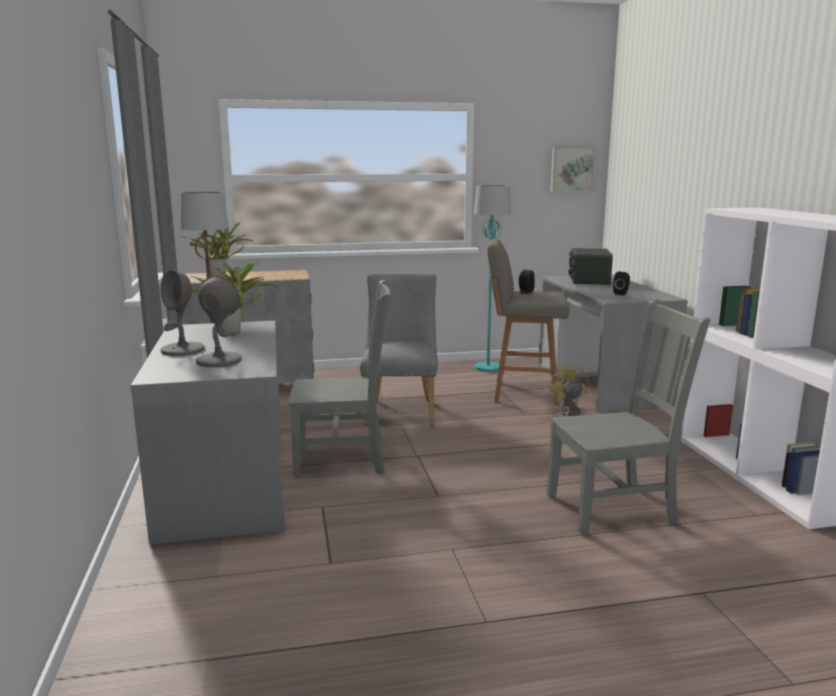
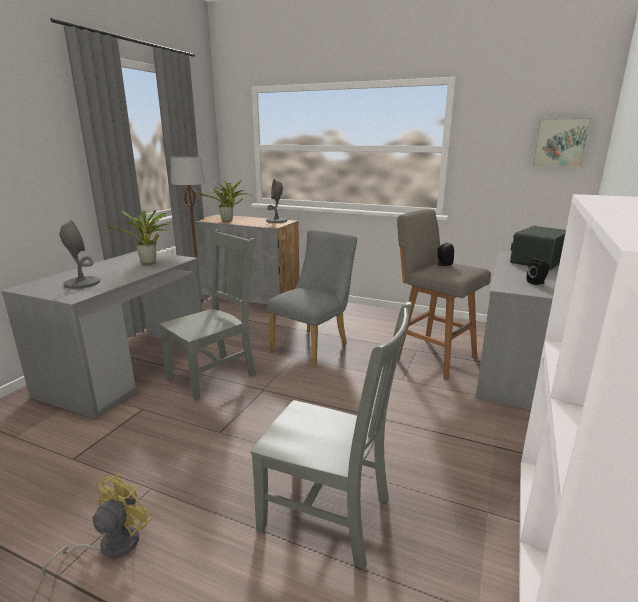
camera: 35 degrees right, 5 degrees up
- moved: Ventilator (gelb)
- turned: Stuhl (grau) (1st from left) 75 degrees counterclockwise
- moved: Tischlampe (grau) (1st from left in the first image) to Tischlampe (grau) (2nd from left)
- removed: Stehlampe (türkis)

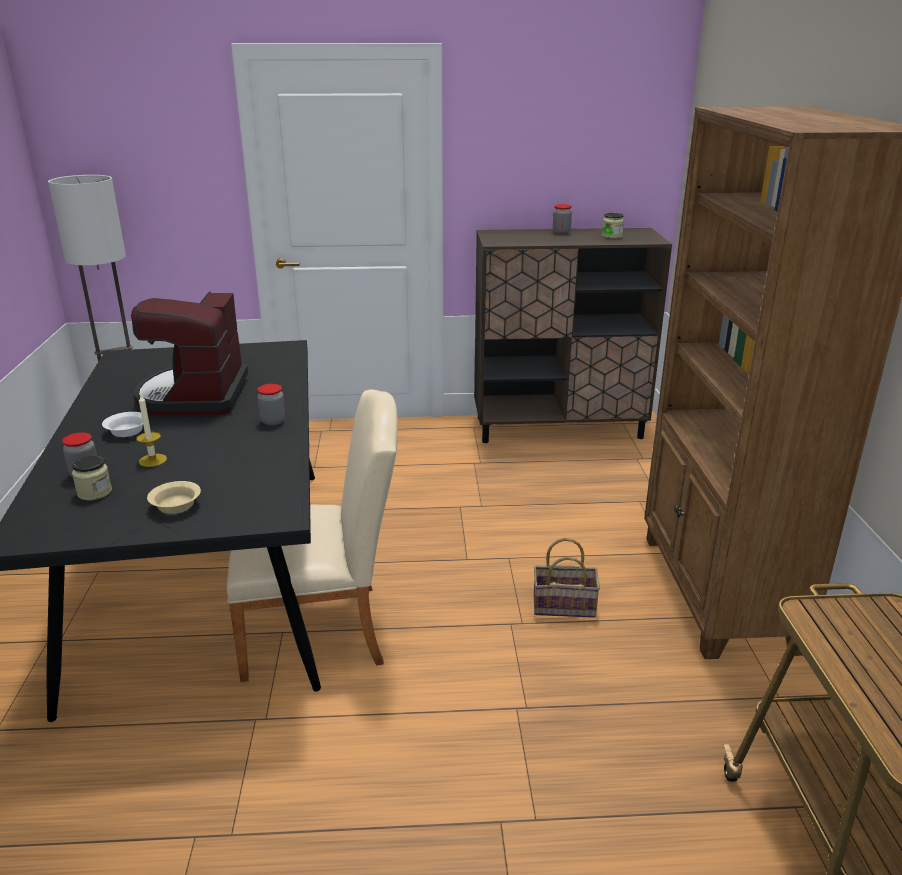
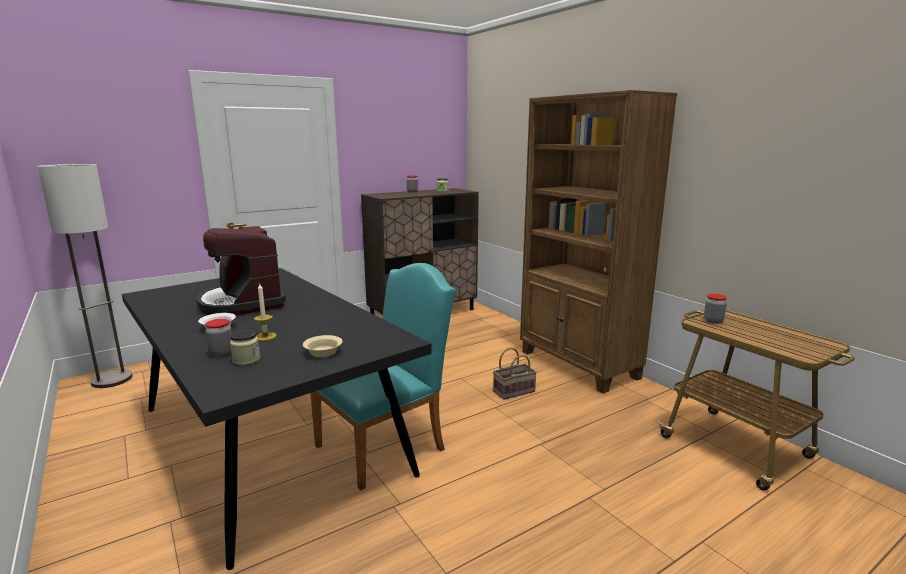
camera: 30 degrees left, 10 degrees down
- recoloured: Stuhl (beige) to Stuhl (türkis)
- moved: Vorratsglas (3rd from left in the first image) to Vorratsglas (5th from left)

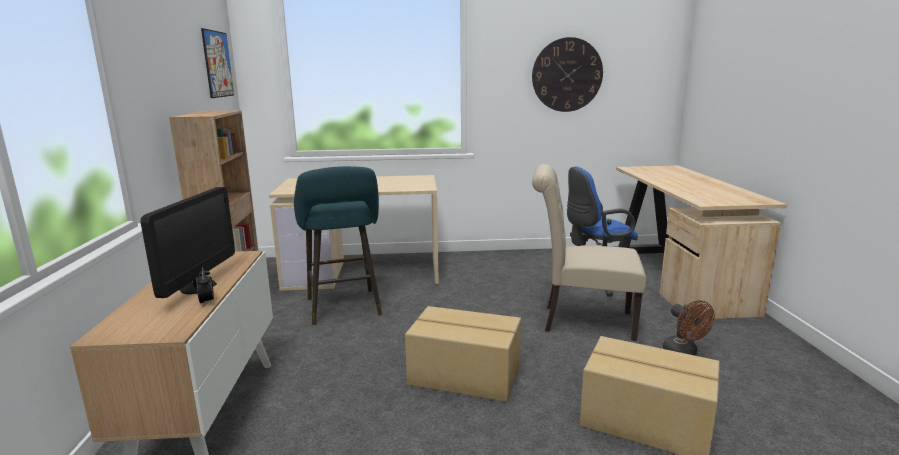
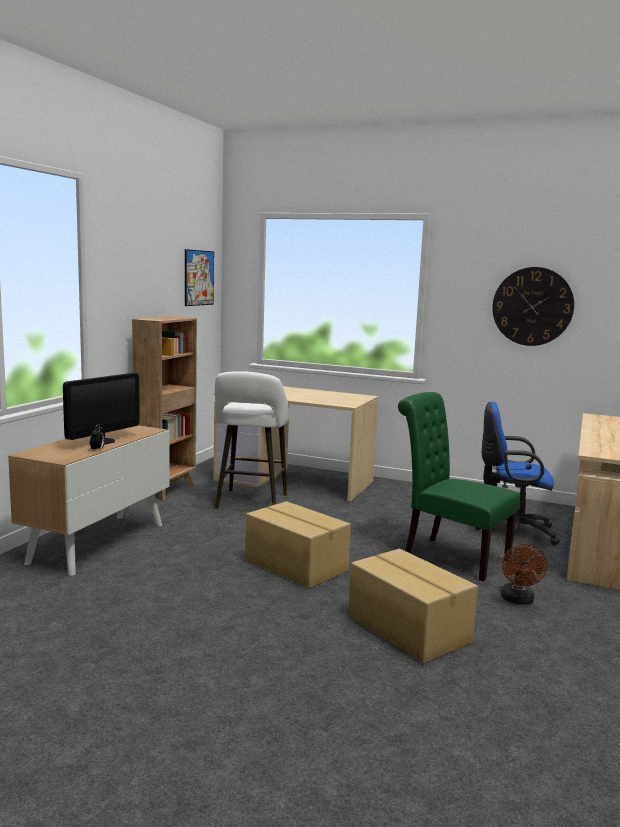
camera: 25 degrees right, 5 degrees down
- recoloured: Hocker (türkis) to Hocker (weiß)
- recoloured: Stuhl (beige) to Stuhl (grün)

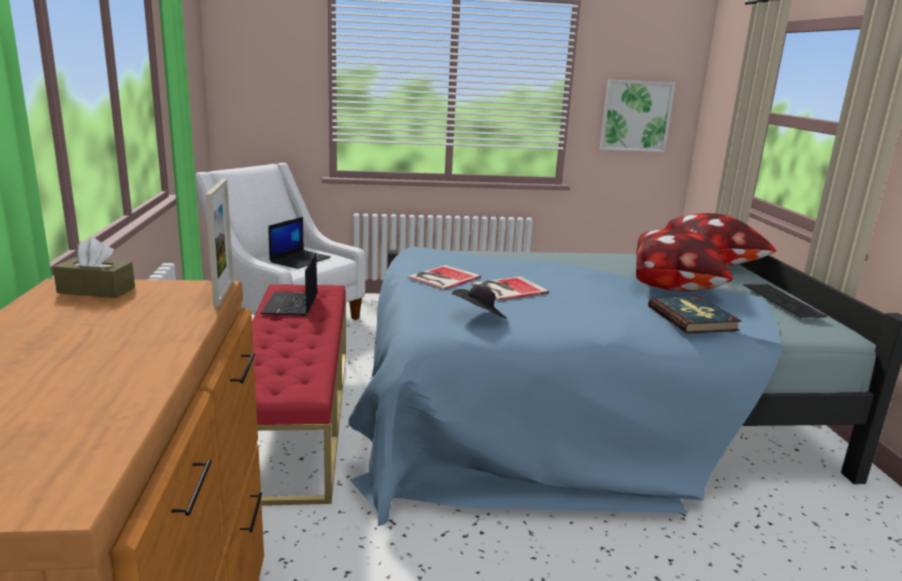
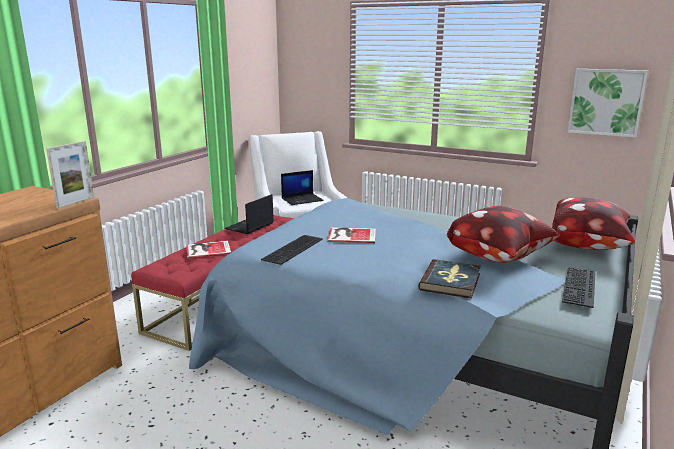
camera: 35 degrees right, 0 degrees up
- moved: Buch (1st from left)
- replaced: Hut (schwarz) to Tastatur (1st from left)
- removed: Taschentuchbox (braun)

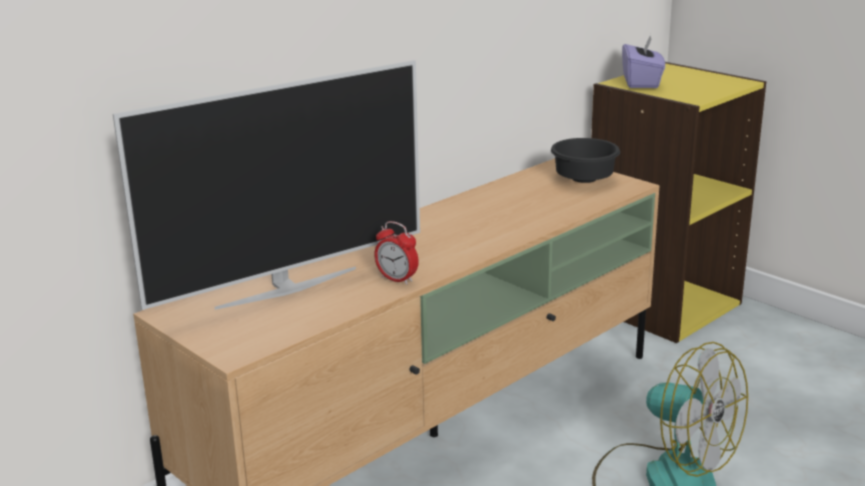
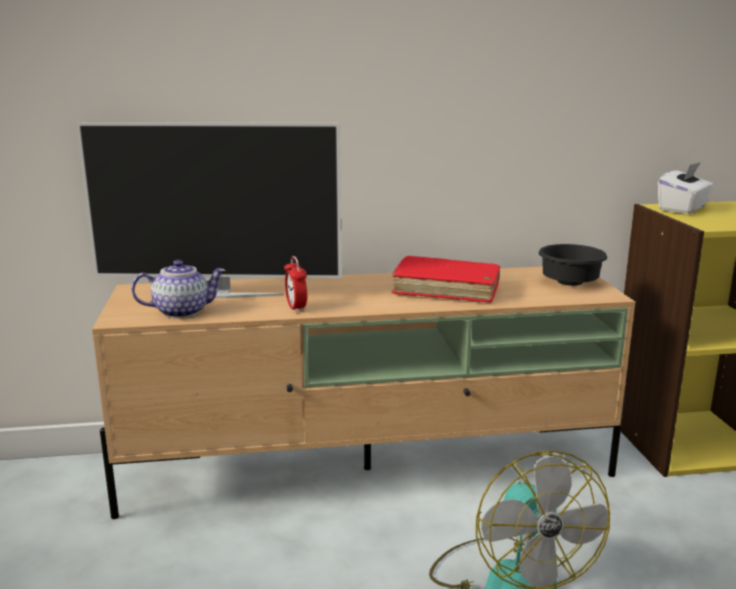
camera: 35 degrees right, 5 degrees down
- added: Teekanne
- added: Buch (rot)
- recoloured: Taschentuchbox (lila) to Taschentuchbox (weiß)

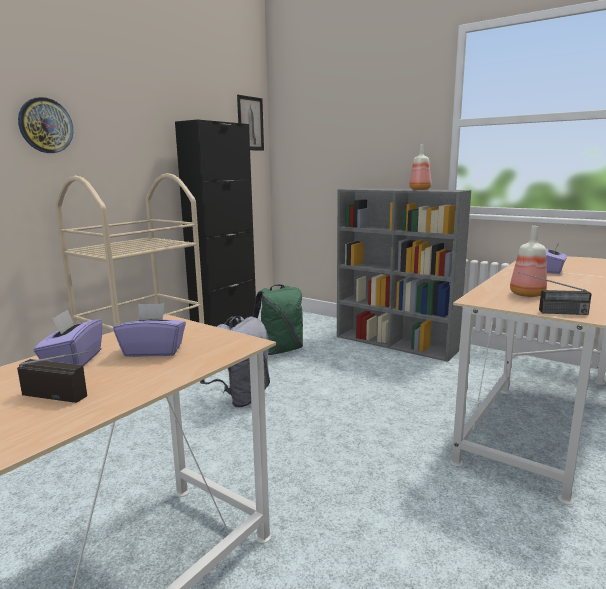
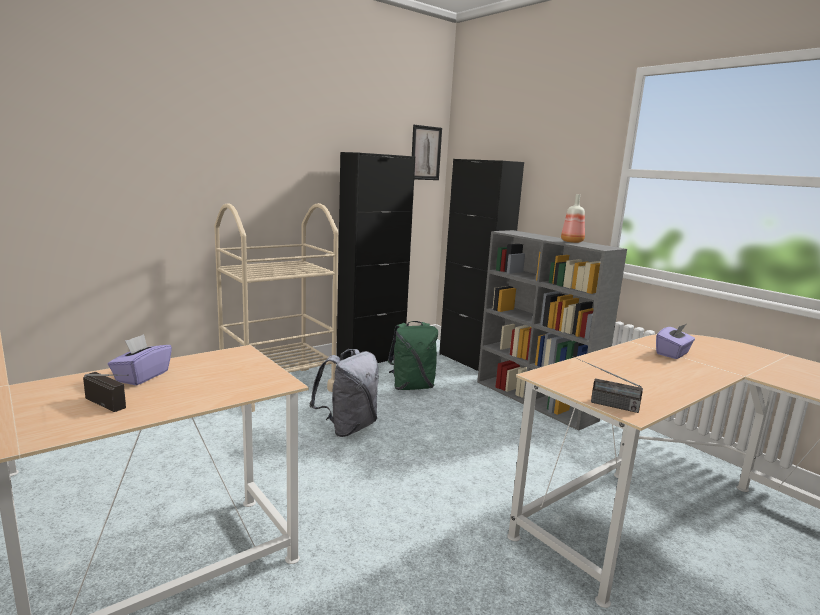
camera: 15 degrees right, 0 degrees up
- added: Schrank (schwarz) (2nd from left)
- removed: Wanduhr
- removed: Taschentuchbox (lila) (2nd from left)
- removed: Flasche (2nd from left)

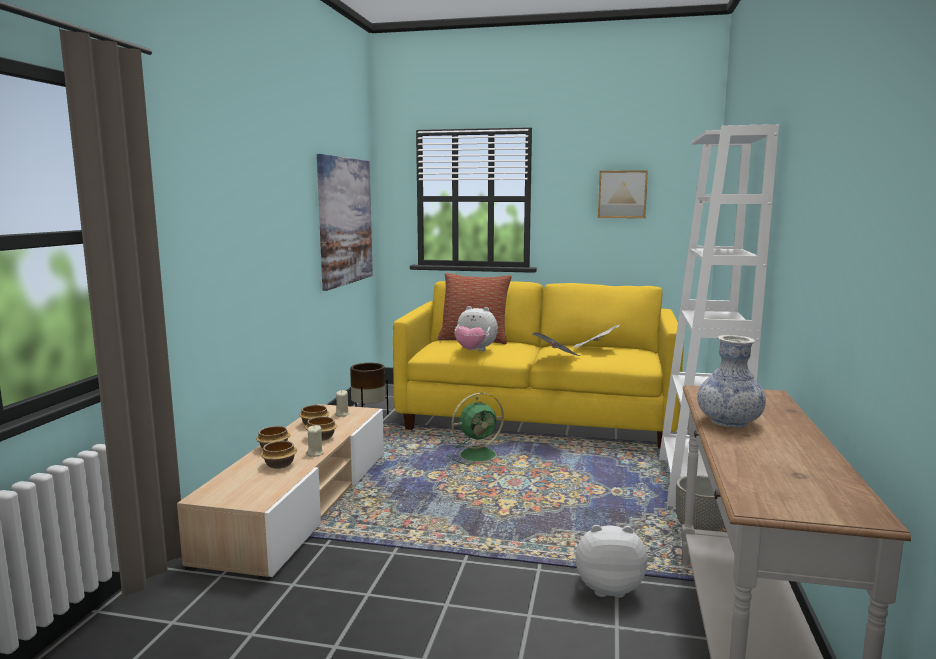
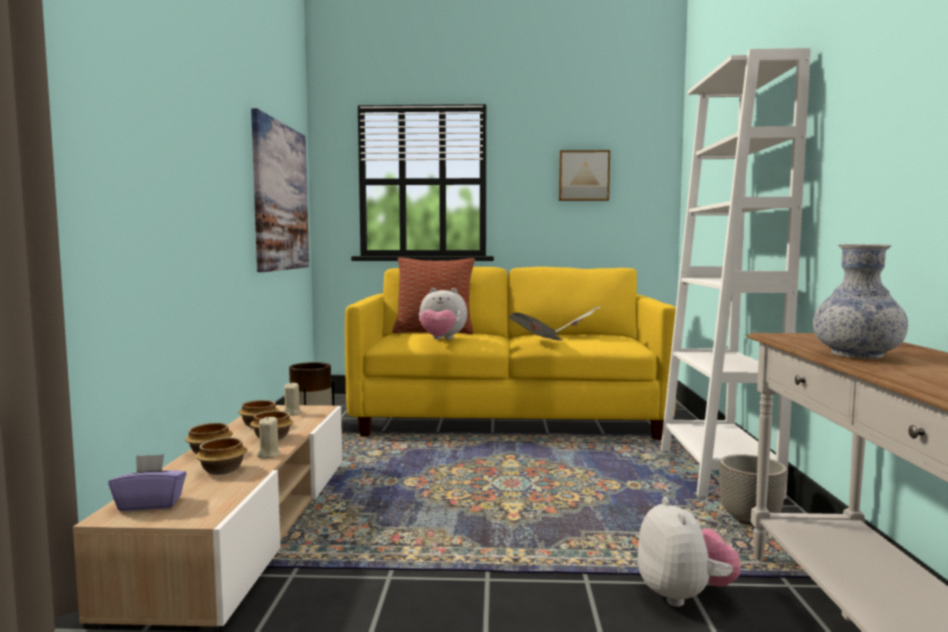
camera: 10 degrees left, 5 degrees down
- added: Taschentuchbox (lila)
- turned: Plüschtier (2nd from left) 90 degrees clockwise
- removed: Ventilator (grün)

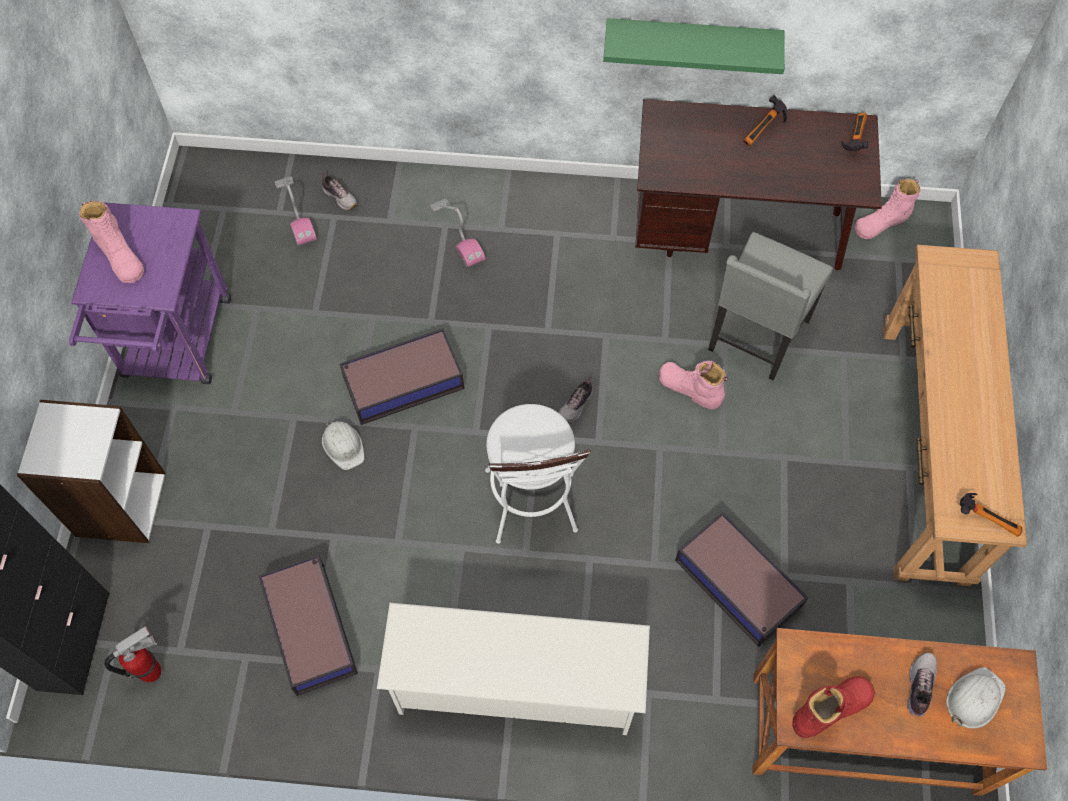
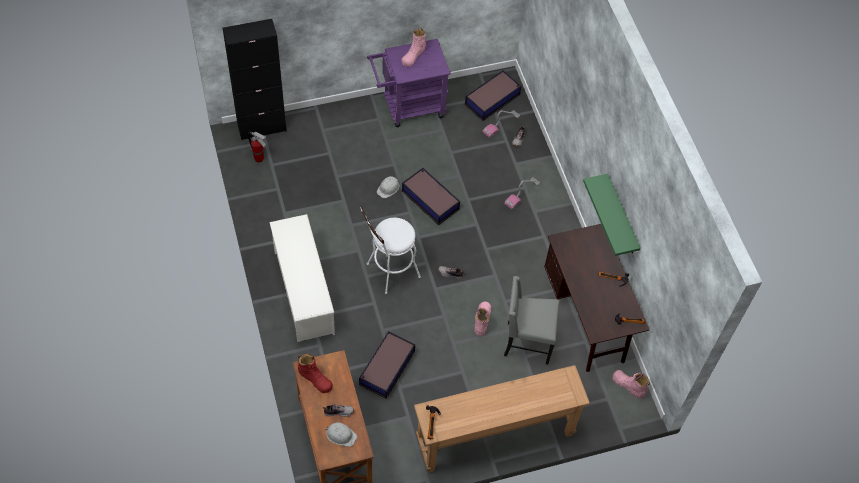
camera: 65 degrees right, 5 degrees down
- moved: Aufbewahrungsbox (1st from left in the first image) to Aufbewahrungsbox (3rd from left)
- removed: Bücherregal (weiß)

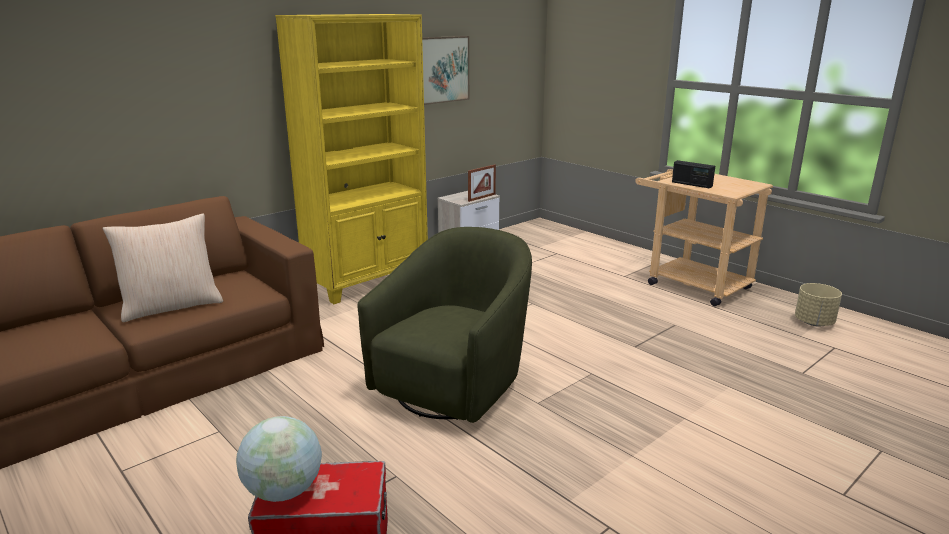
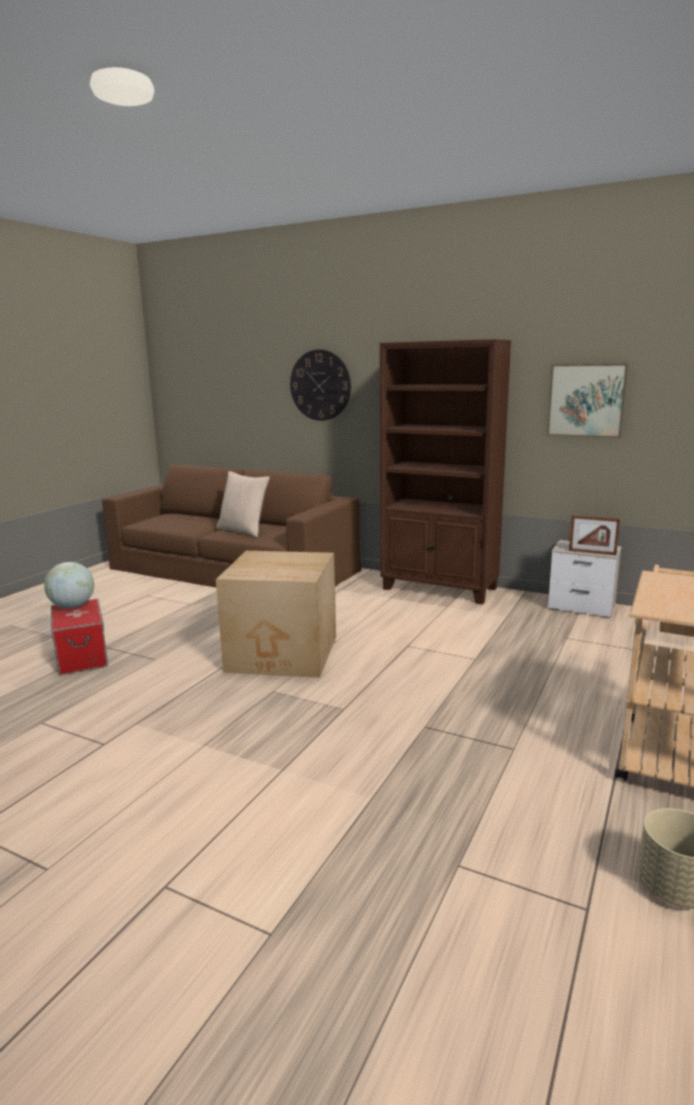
camera: 70 degrees right, 5 degrees down
- replaced: Sessel (grün) to Karton
- added: Wanduhr
- recoloured: Bücherregal (gelb) to Bücherregal (braun)
- removed: Radio

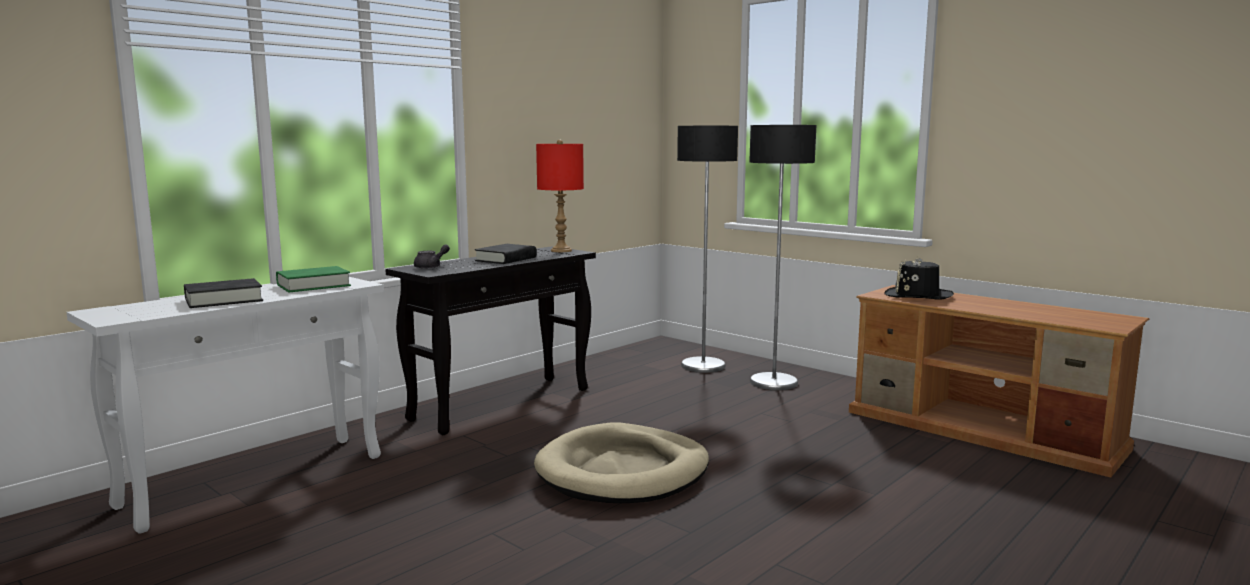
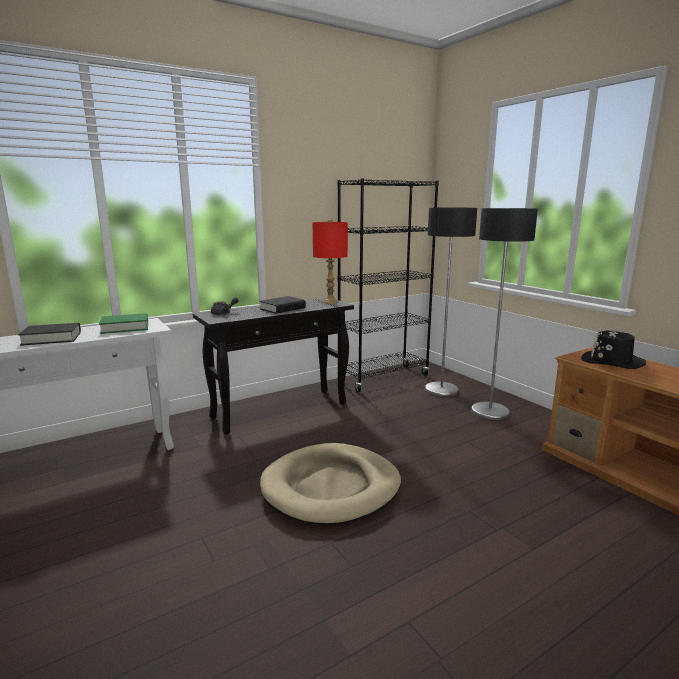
camera: 15 degrees right, 5 degrees up
- added: Bücherregal (schwarz)

